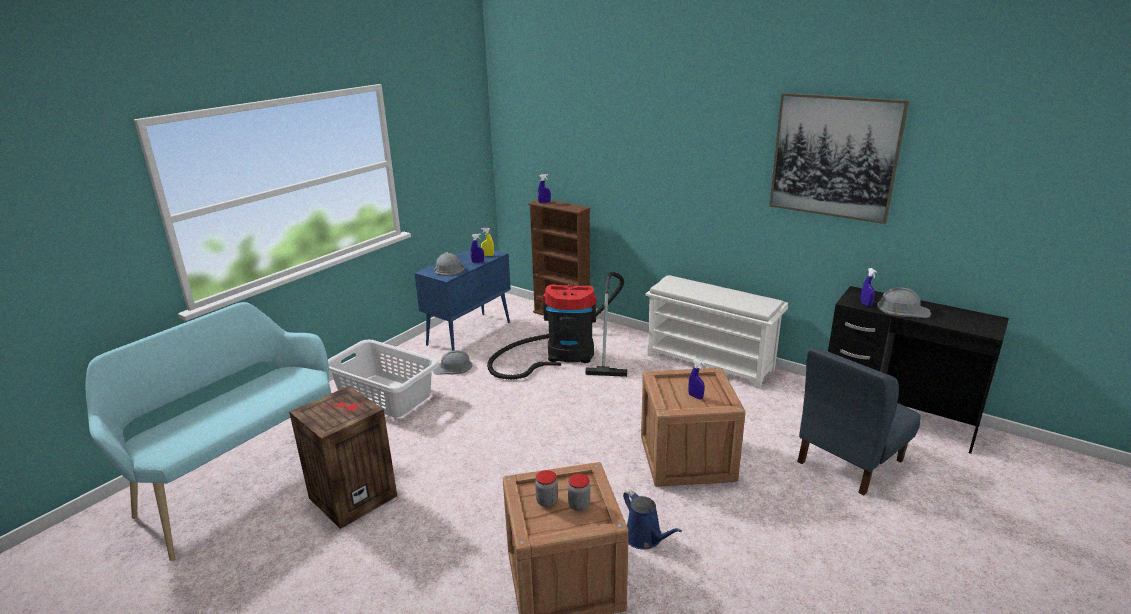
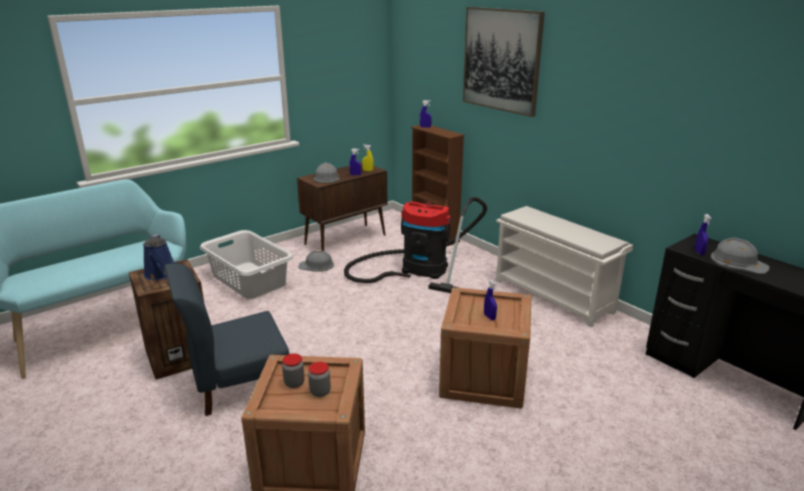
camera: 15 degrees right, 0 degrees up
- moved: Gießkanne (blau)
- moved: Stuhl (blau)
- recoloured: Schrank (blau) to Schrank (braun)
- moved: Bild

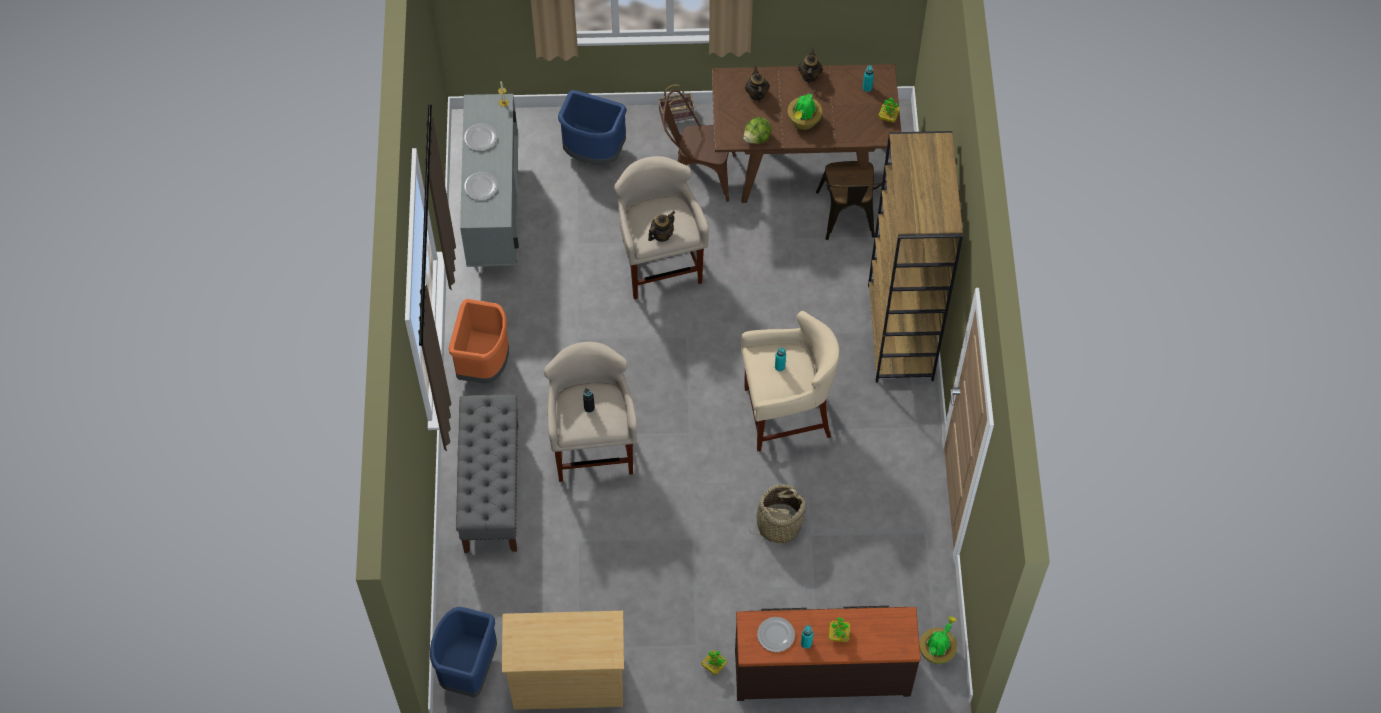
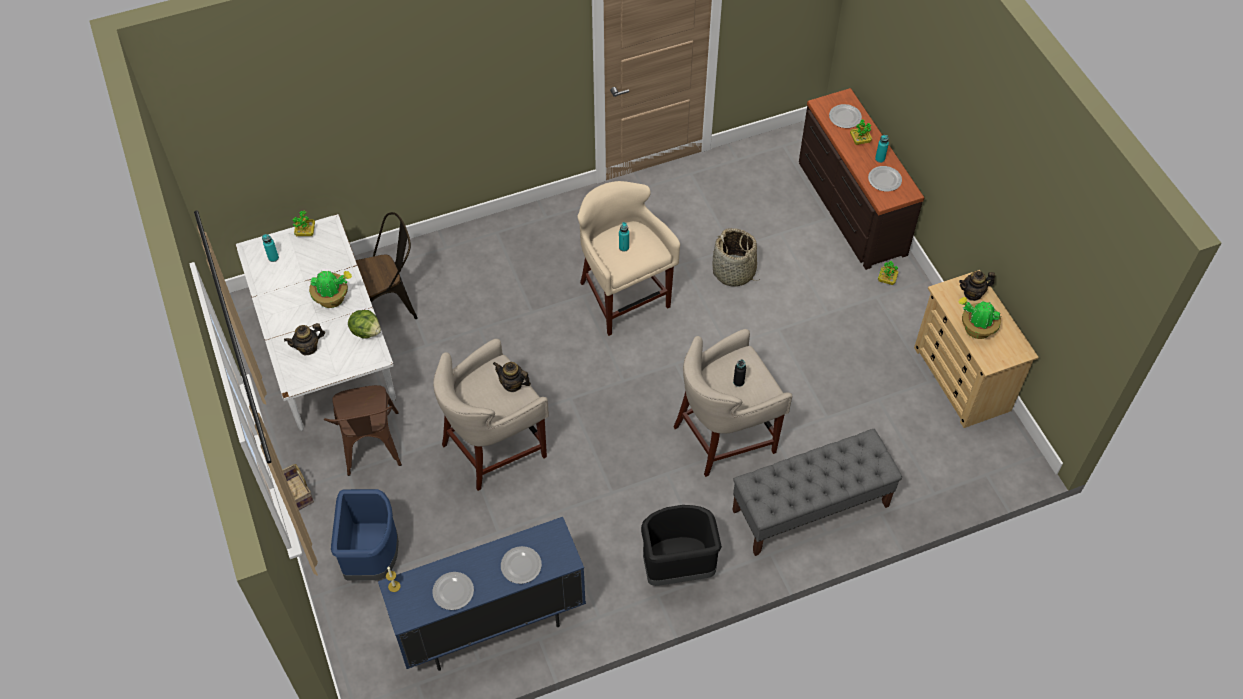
camera: 110 degrees left, 5 degrees down
- recoloured: Esstisch (braun) to Esstisch (weiß)
- recoloured: Schrank (grau) to Schrank (blau)
- recoloured: Mülleimer (orange) to Mülleimer (schwarz)
- added: Teller (3rd from left)
- moved: Topfpflanze (5th from left)
- moved: Teekanne (3rd from left)
- removed: Mülleimer (blau) (1st from left)
- removed: Bücherregal (braun)

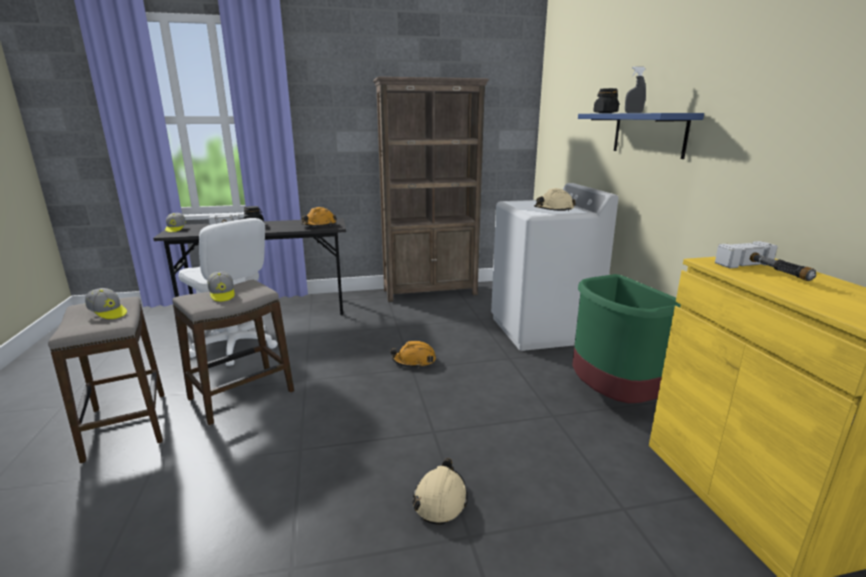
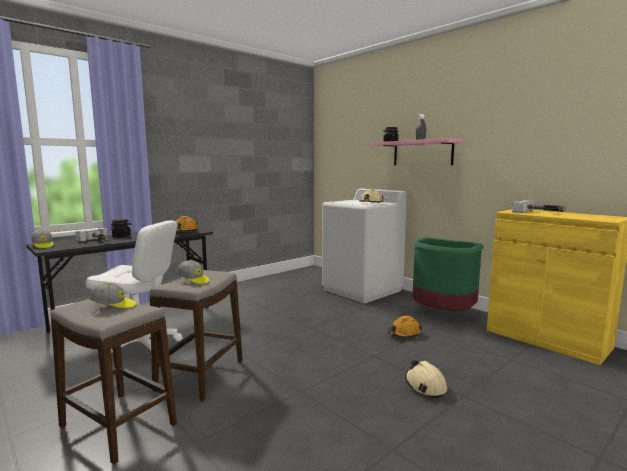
camera: 30 degrees left, 10 degrees down
- recoloured: Wandregal (blau) to Wandregal (rosa)
- moved: Schutzhelm (orange) (2nd from left)
- removed: Bücherregal (braun)

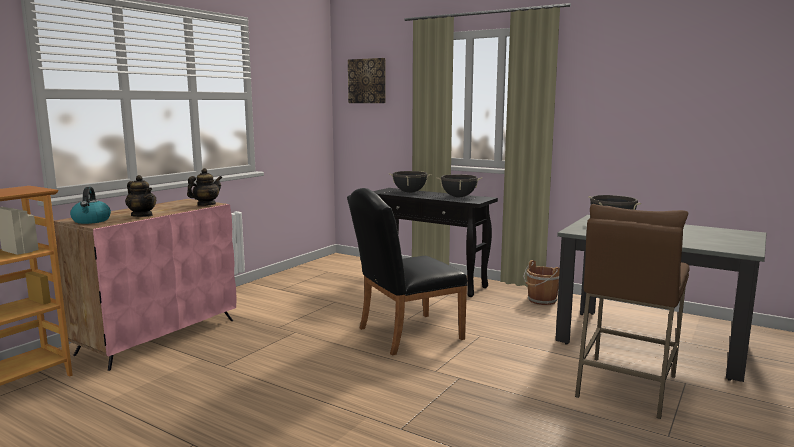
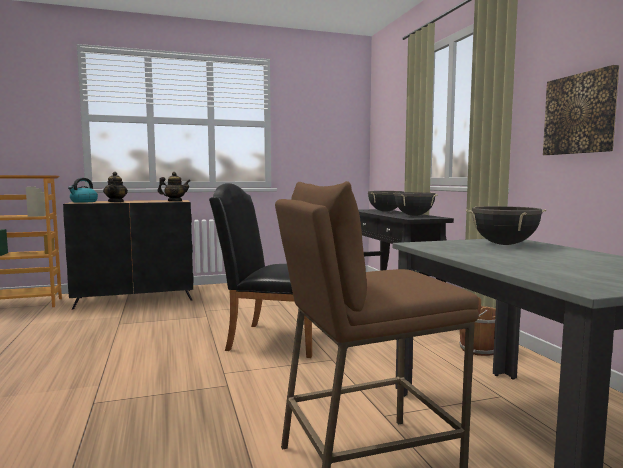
camera: 40 degrees right, 5 degrees down
- recoloured: Schrank (rosa) to Schrank (schwarz)
- moved: Bild

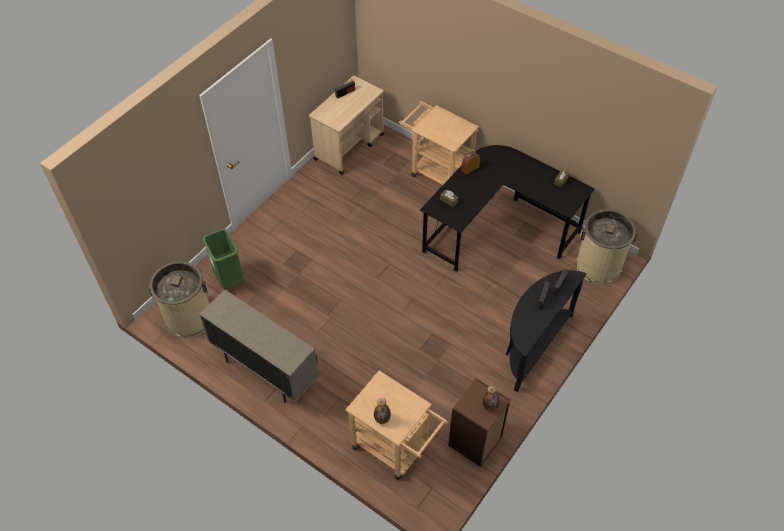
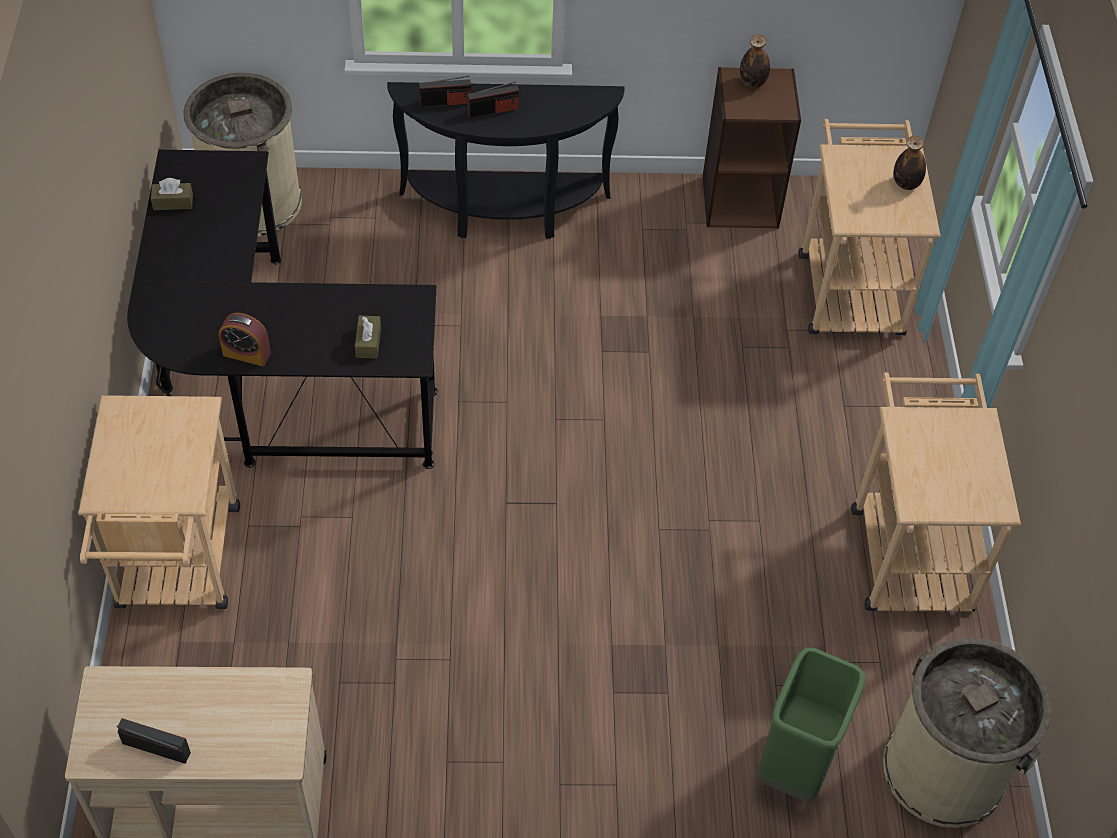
camera: 130 degrees left, 0 degrees up
- replaced: Schrank (beige) to Rollwagen (beige) (4th from left)

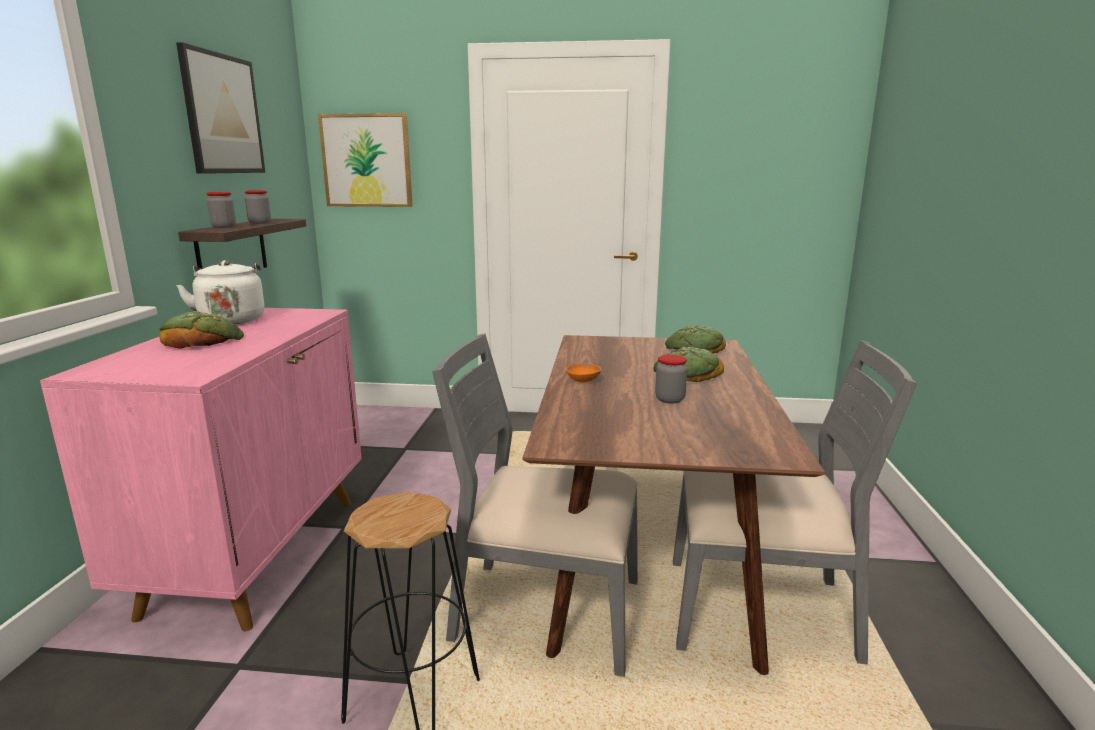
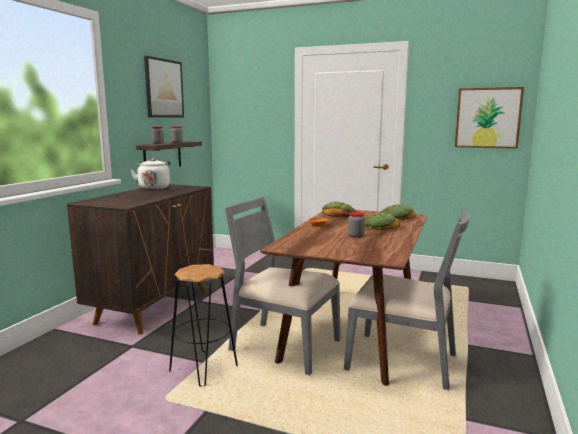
camera: 15 degrees right, 5 degrees down
- recoloured: Schrank (rosa) to Schrank (braun)
- moved: Brot (1st from left)
- moved: Bild (2nd from left)

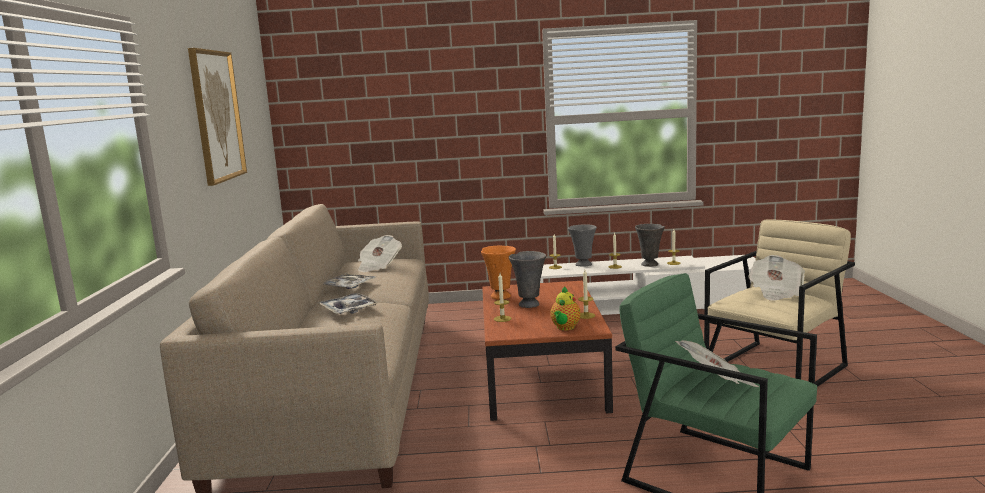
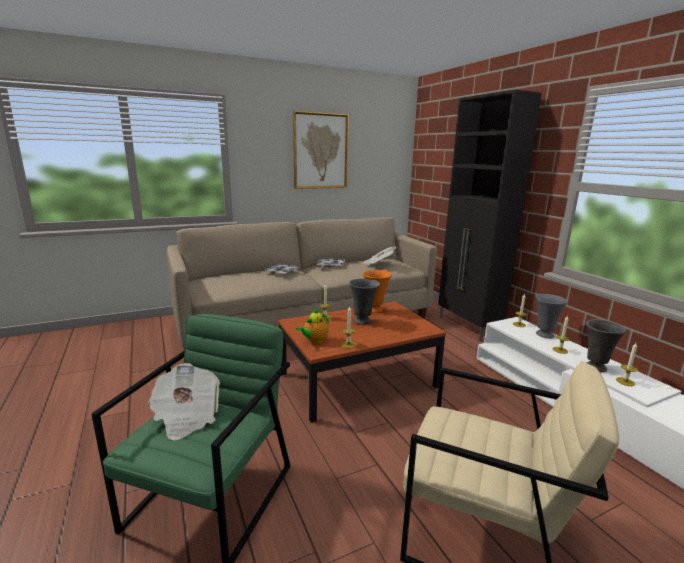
camera: 65 degrees right, 5 degrees up
- turned: Teekanne 45 degrees counterclockwise
- added: Schrank (schwarz)
- removed: Zeitung (3rd from left)

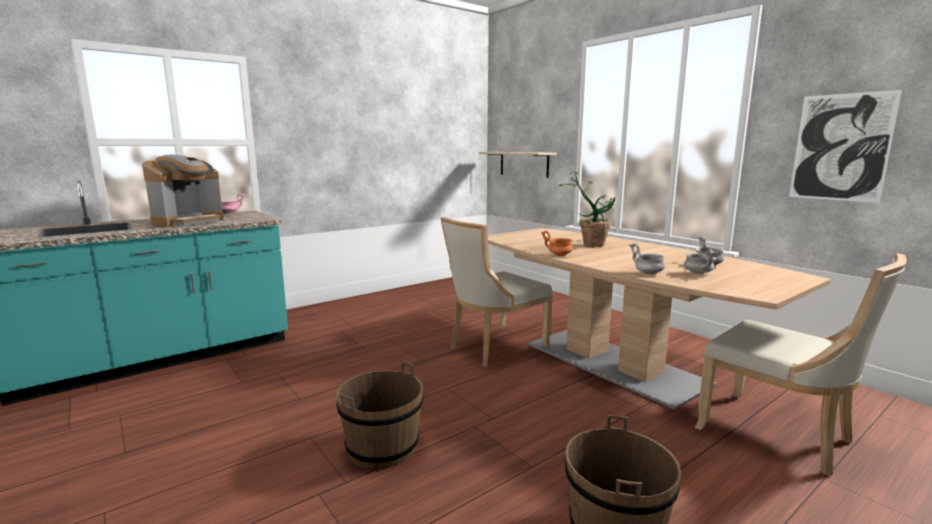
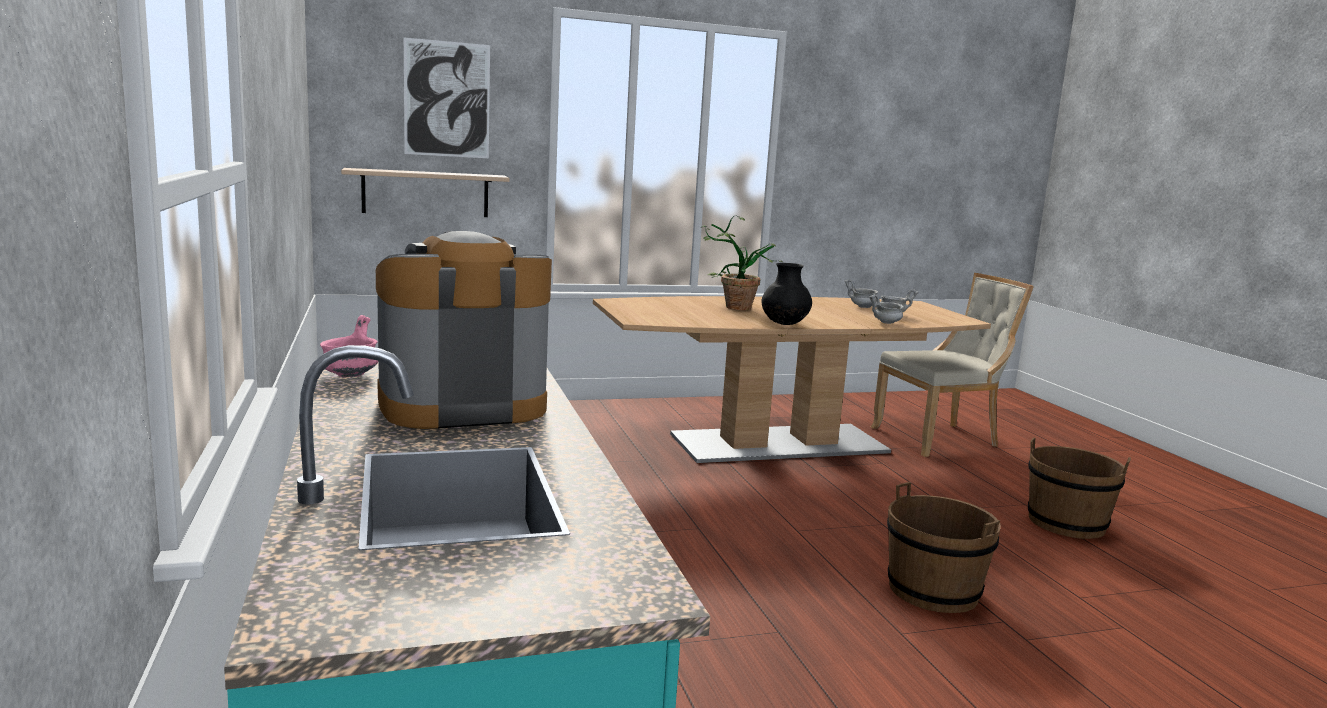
camera: 70 degrees left, 0 degrees up
- turned: Kaffeemaschine 75 degrees counterclockwise
- moved: Bild
- replaced: Schüssel (orange) to Vase (schwarz)
- removed: Stuhl (beige) (1st from left)

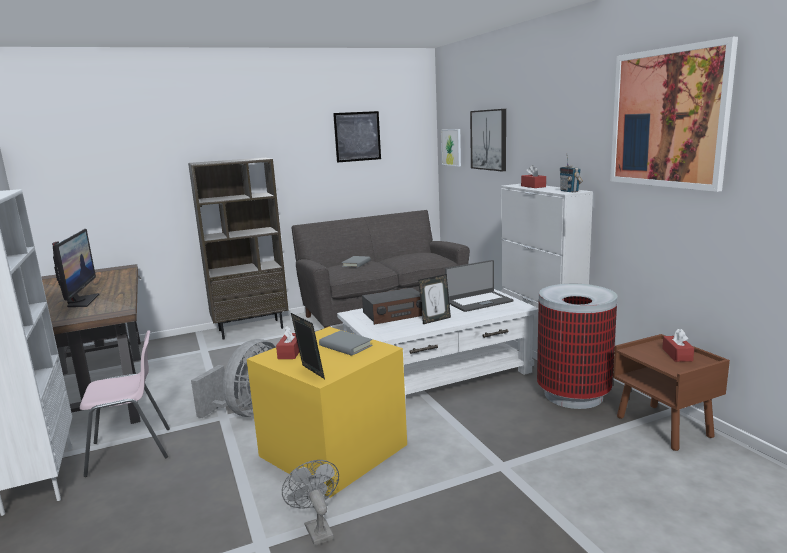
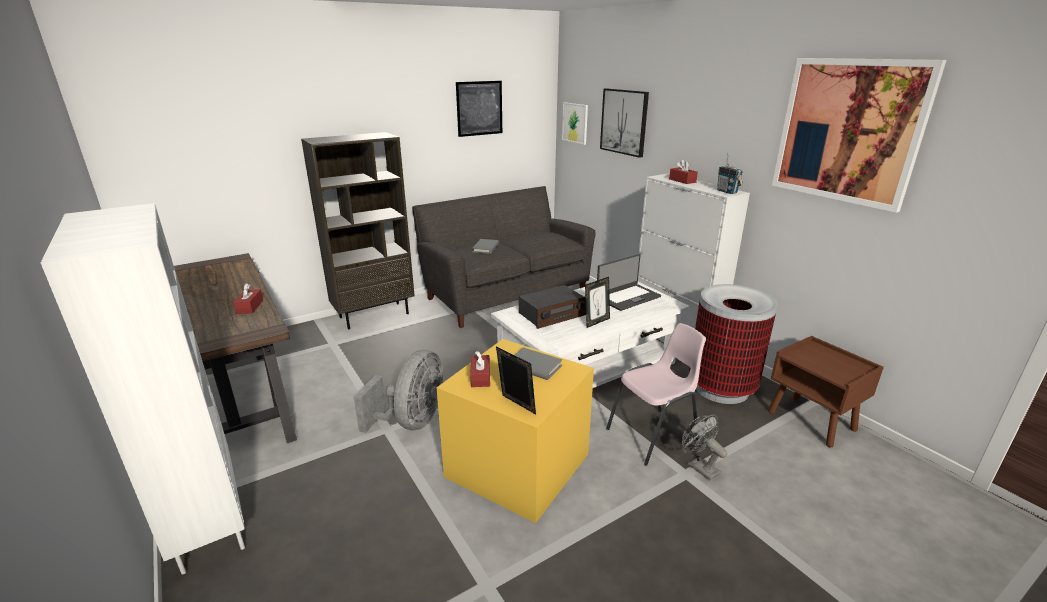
camera: 10 degrees left, 10 degrees up
- moved: Taschentuchbox (rot) (3rd from left in the first image) to Taschentuchbox (rot) (1st from left)
- moved: Stuhl (rosa)
- moved: Ventilator (grau) (2nd from left)
- removed: Monitor

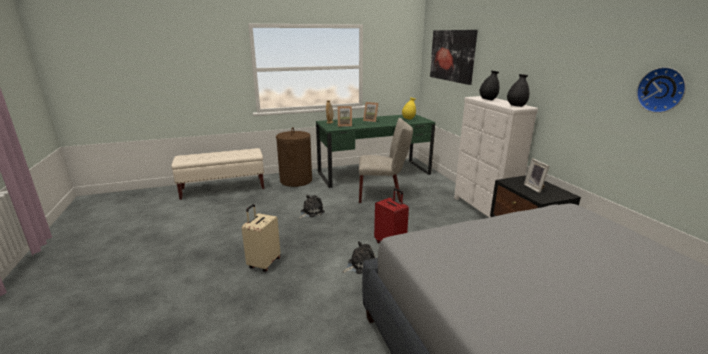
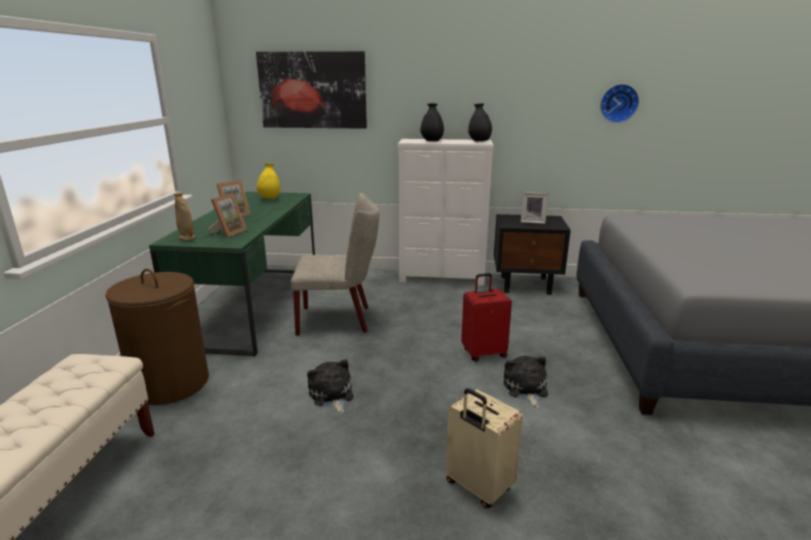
camera: 65 degrees left, 0 degrees up
- turned: Stuhl (beige) 60 degrees clockwise

